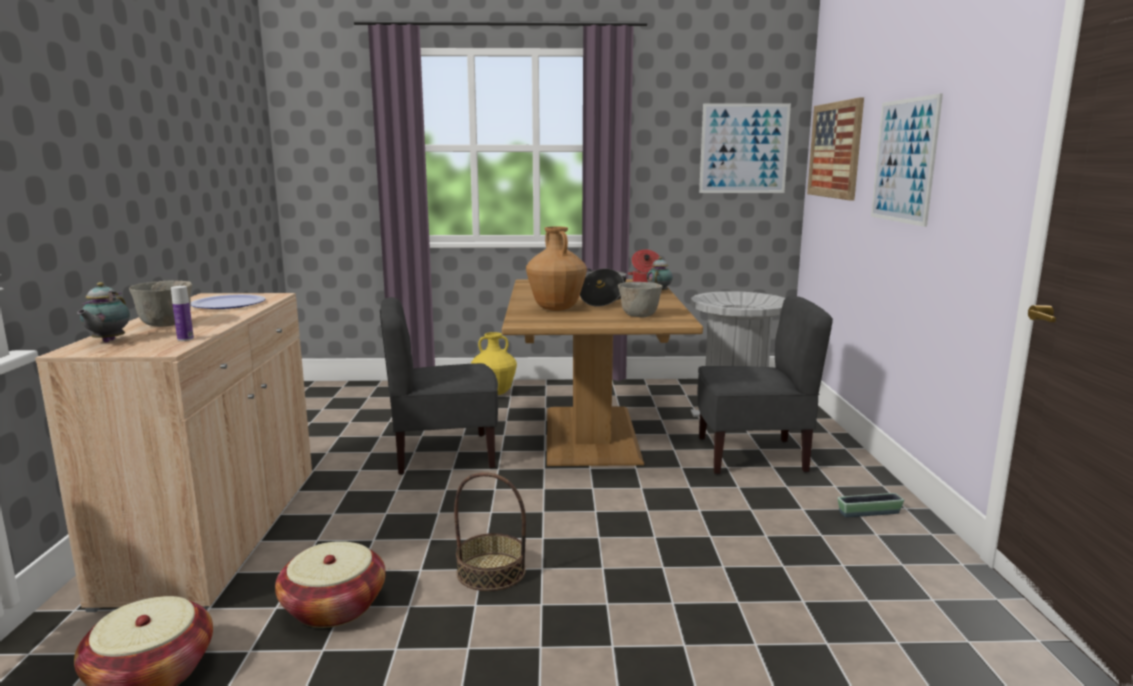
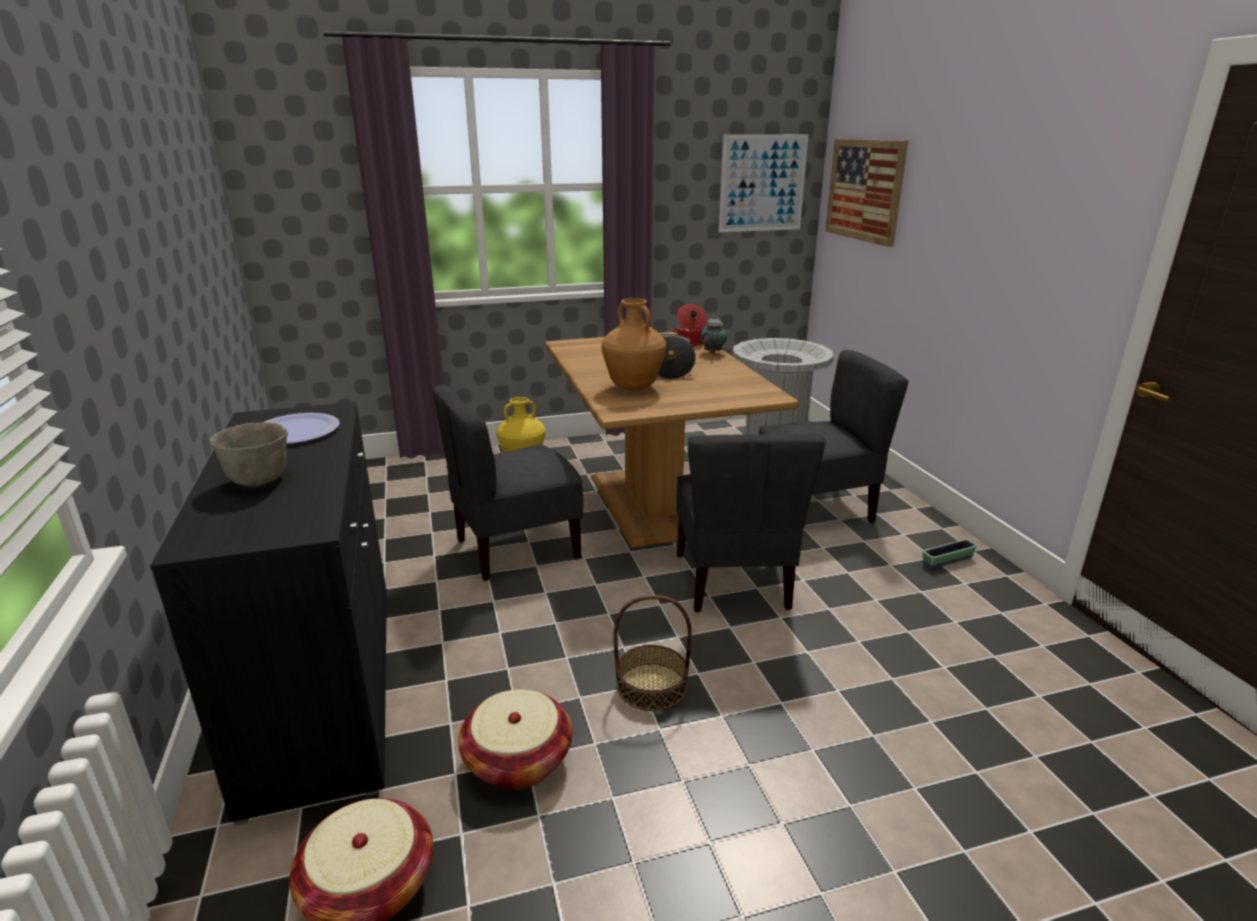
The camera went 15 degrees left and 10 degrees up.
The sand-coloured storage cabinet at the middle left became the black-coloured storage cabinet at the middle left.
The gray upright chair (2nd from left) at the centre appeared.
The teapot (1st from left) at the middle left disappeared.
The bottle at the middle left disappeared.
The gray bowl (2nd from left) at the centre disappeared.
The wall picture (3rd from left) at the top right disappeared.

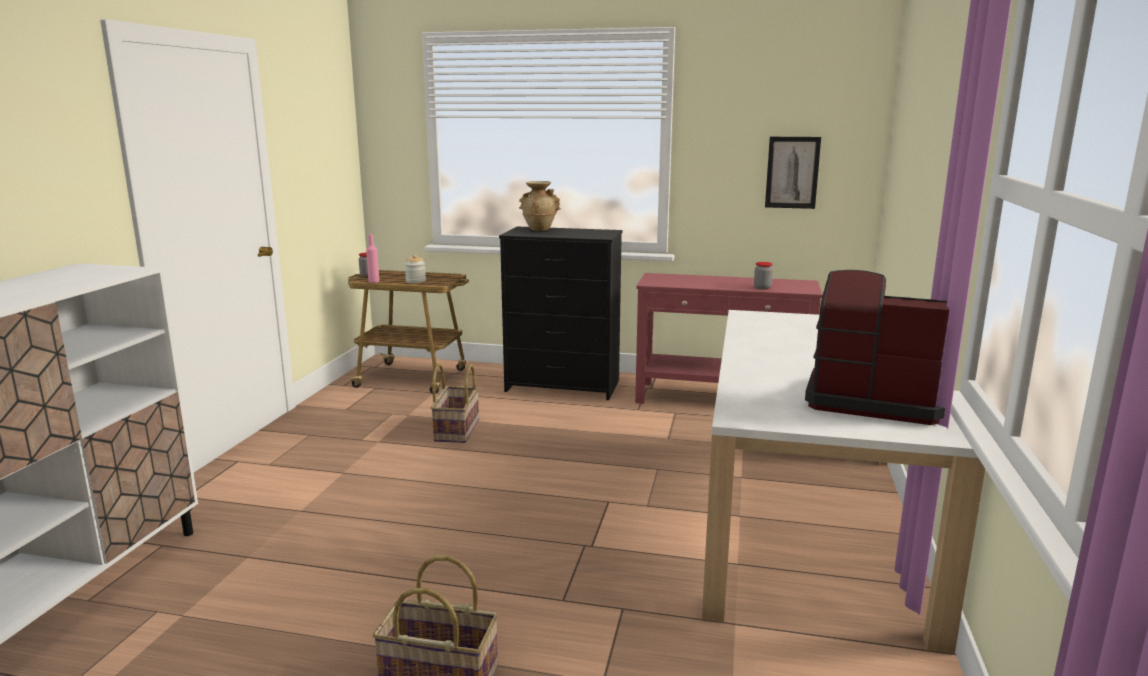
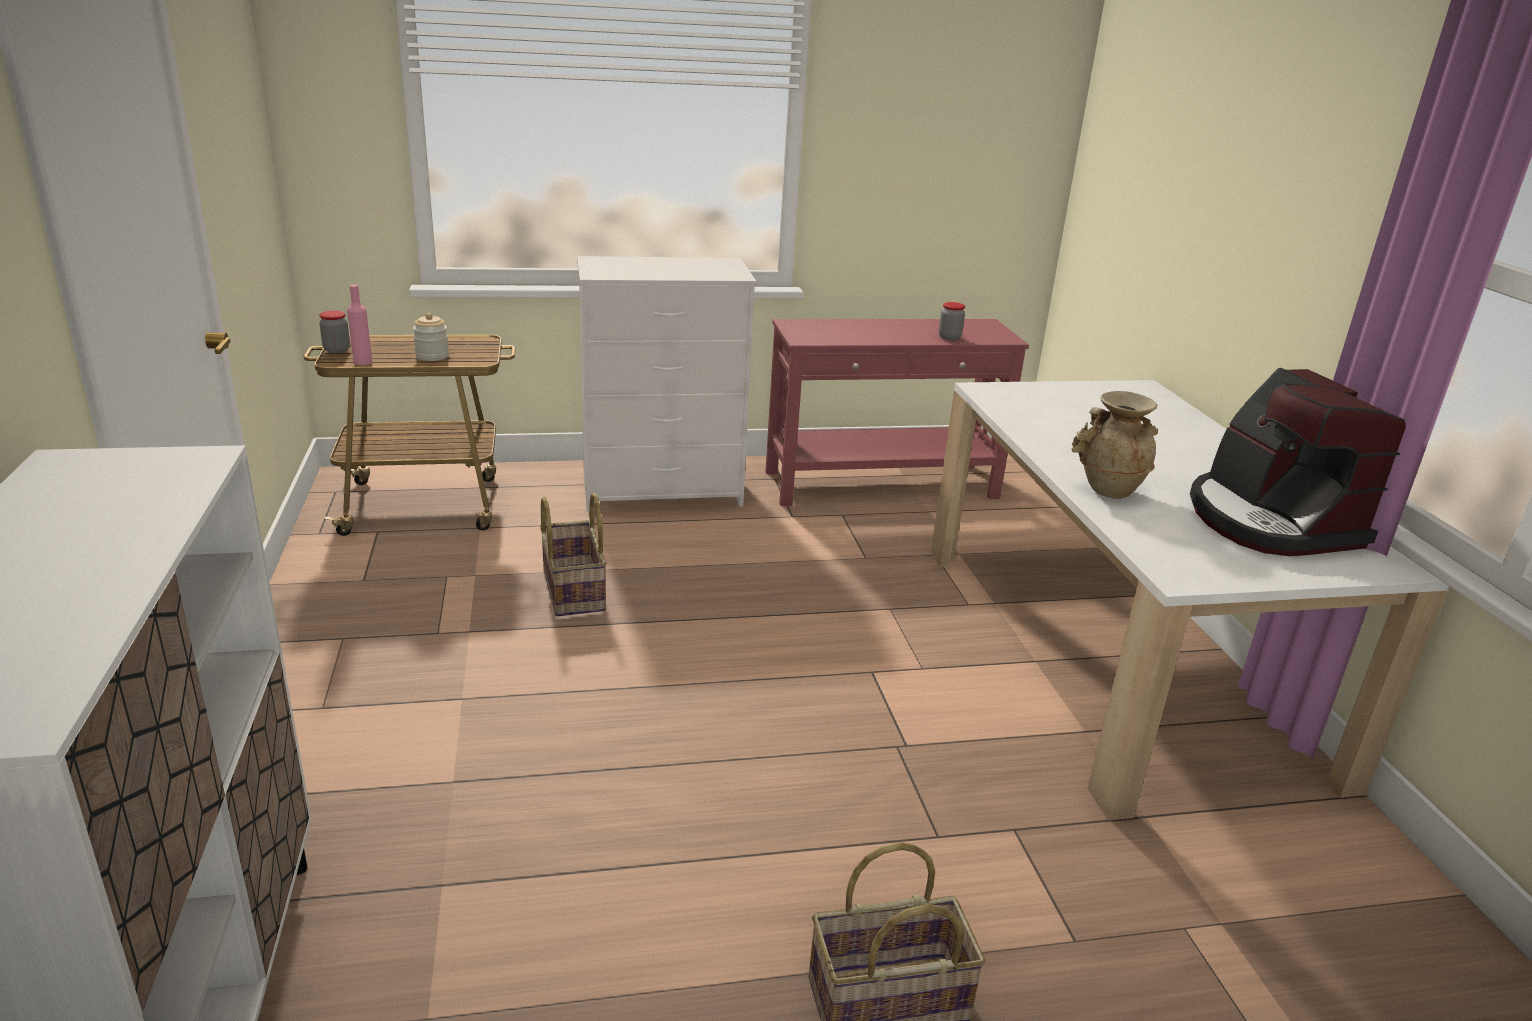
The camera went 25 degrees left and 10 degrees up.
The black-coloured chest of drawers at the centre became the whitish chest of drawers at the centre.
The sand-coloured flower vase moved from the top centre to the middle right.
The coffee maker at the middle right turned 105 degrees counterclockwise.
The wall picture at the top right disappeared.

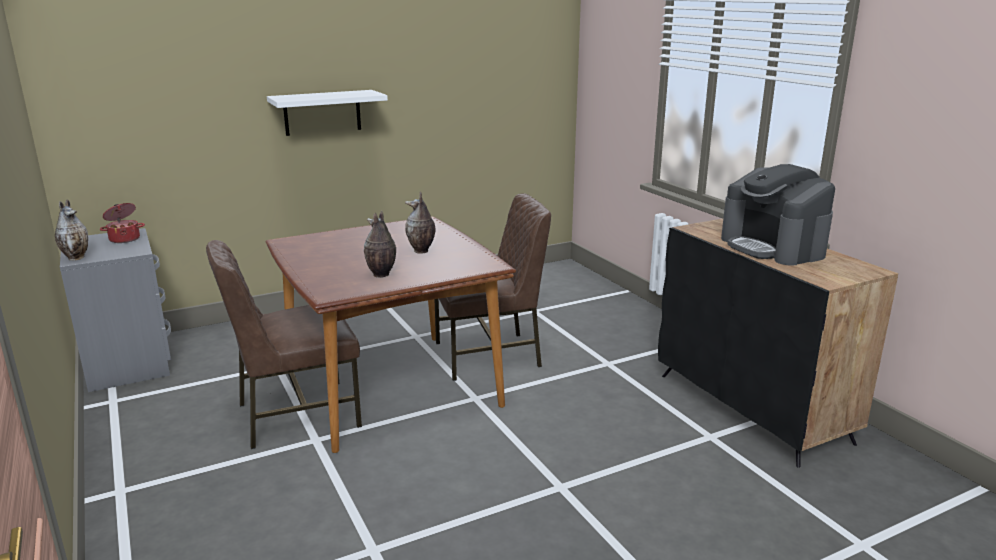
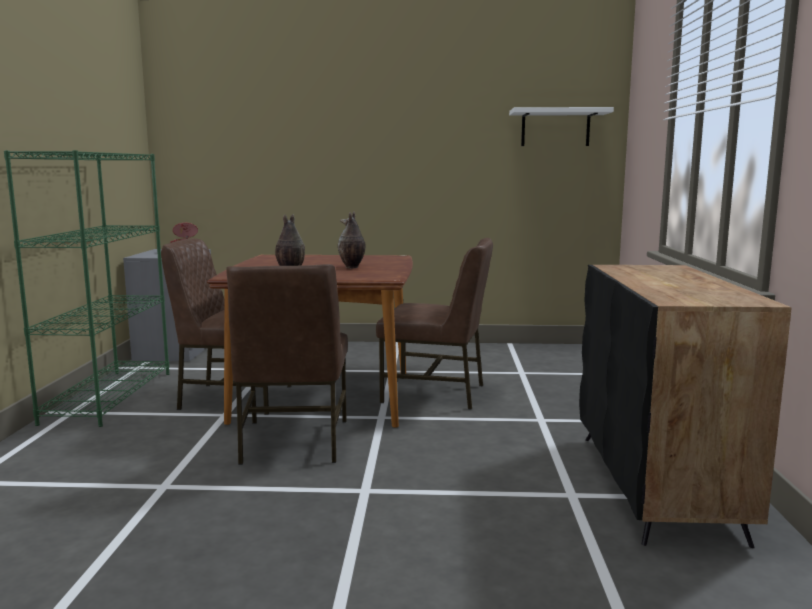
The camera went 30 degrees right and 10 degrees down.
The green bookcase at the middle left appeared.
The brown-coloured upright chair (2nd from left) at the centre appeared.
The whitish shelf moved from the top left to the top right.
The flower vase (1st from left) at the middle left disappeared.
The coffee maker at the middle right disappeared.

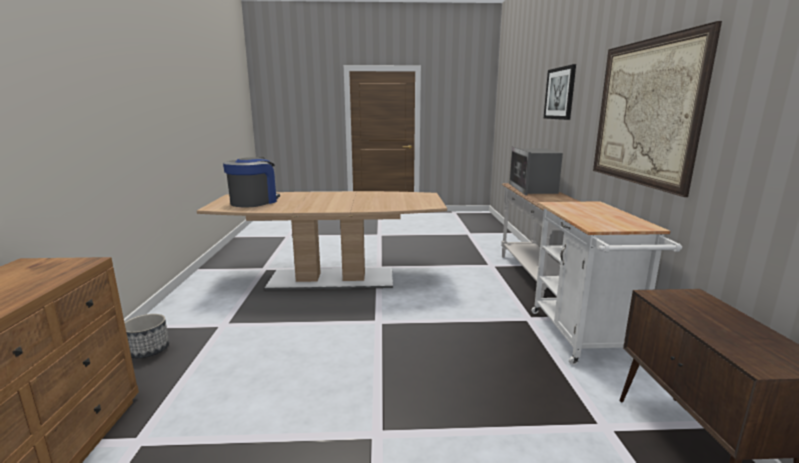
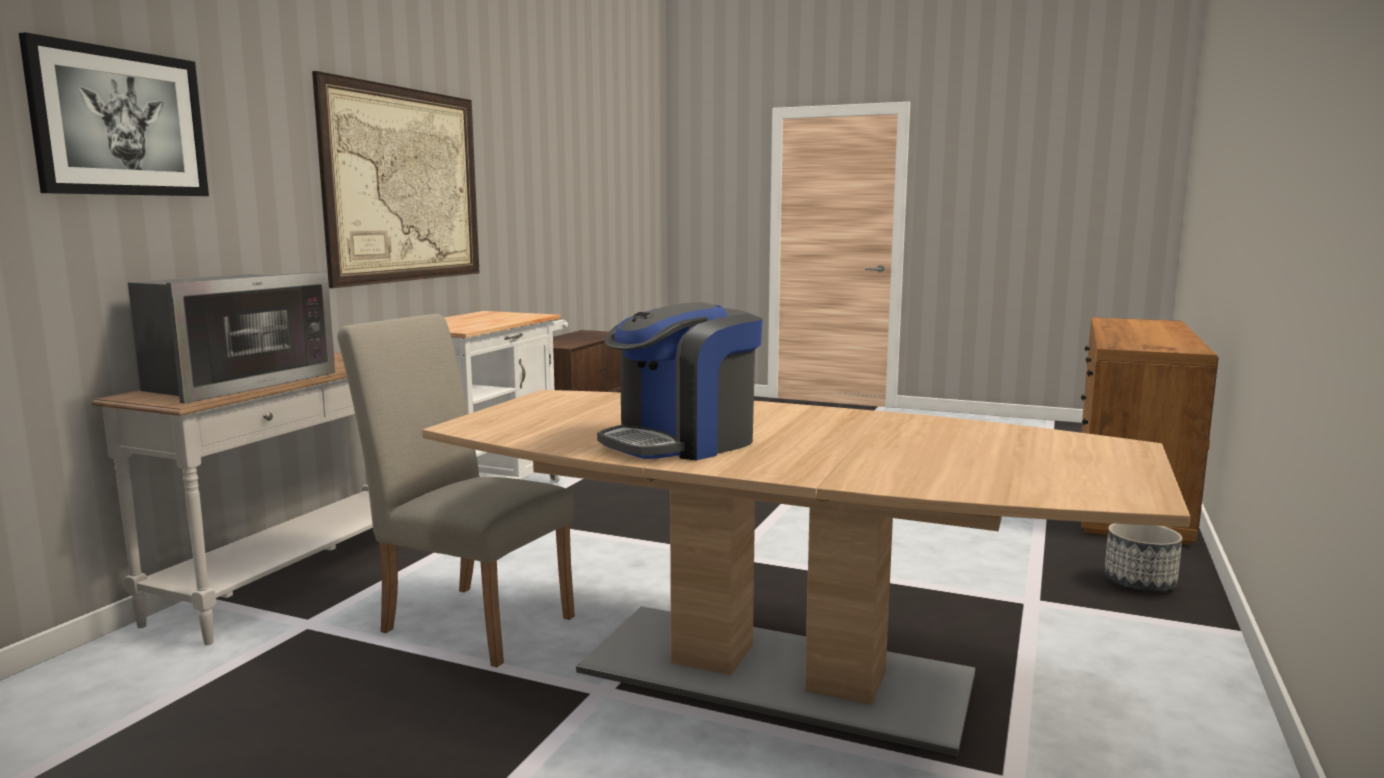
The camera went 155 degrees left and 5 degrees down.
The sand-coloured upright chair at the middle left appeared.
The coffee maker moved from the middle left to the centre.

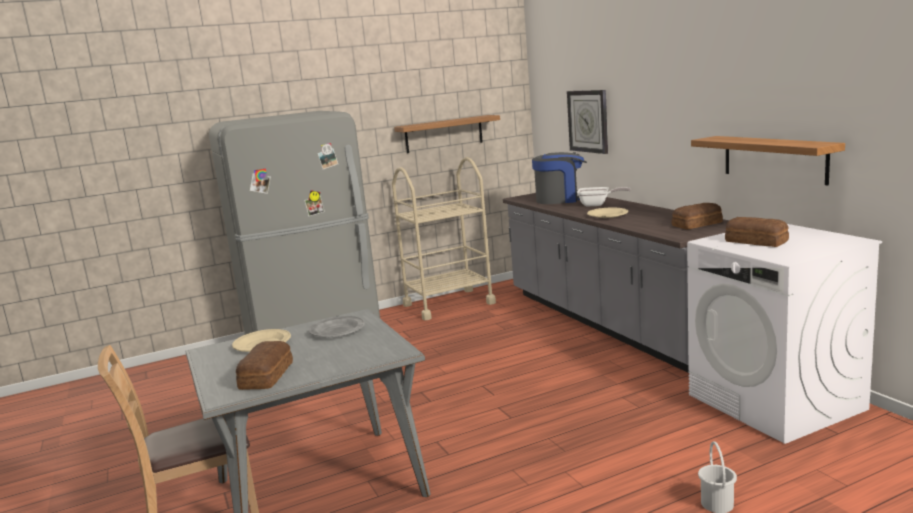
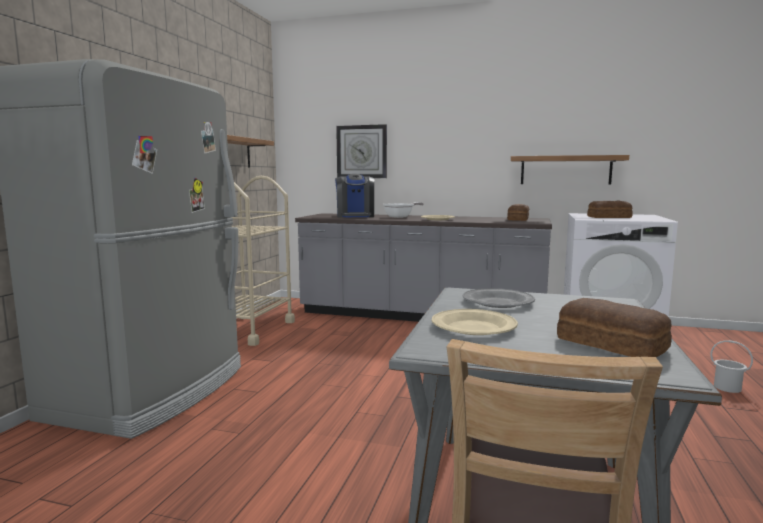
The camera went 50 degrees left and 5 degrees down.
The coffee maker at the centre turned 135 degrees clockwise.

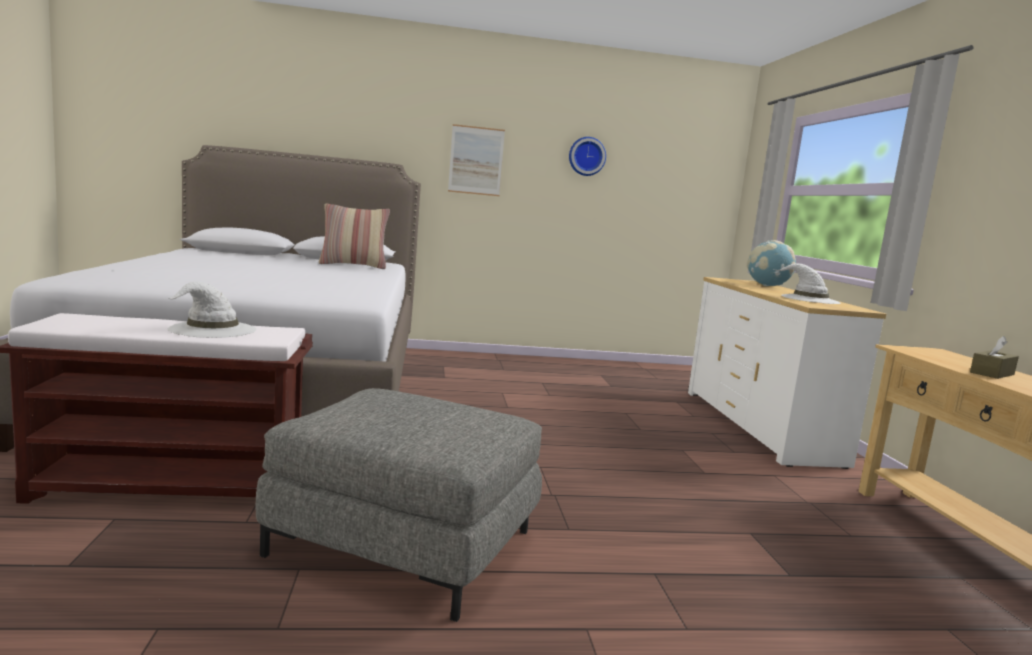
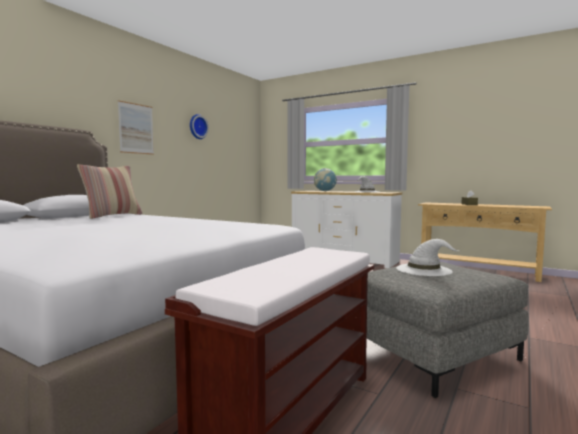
The camera went 50 degrees left and 5 degrees down.
The whitish wearable hat (1st from left in the first image) moved from the middle left to the middle right.

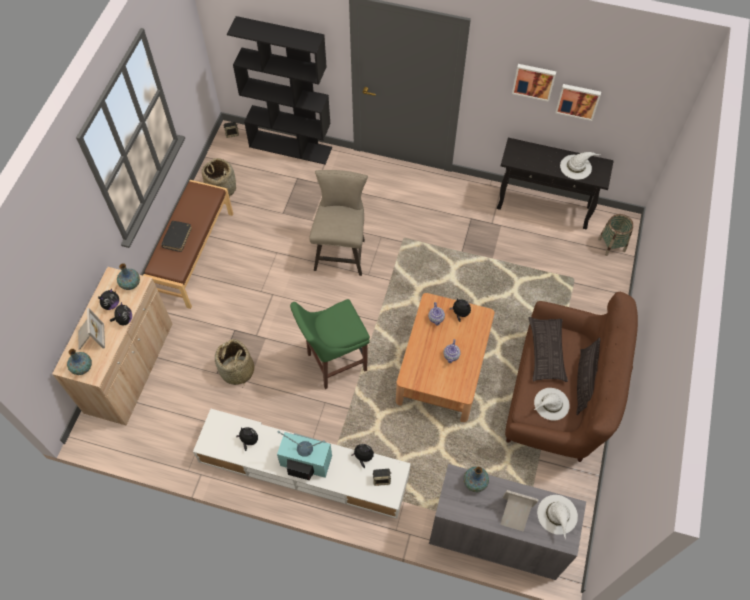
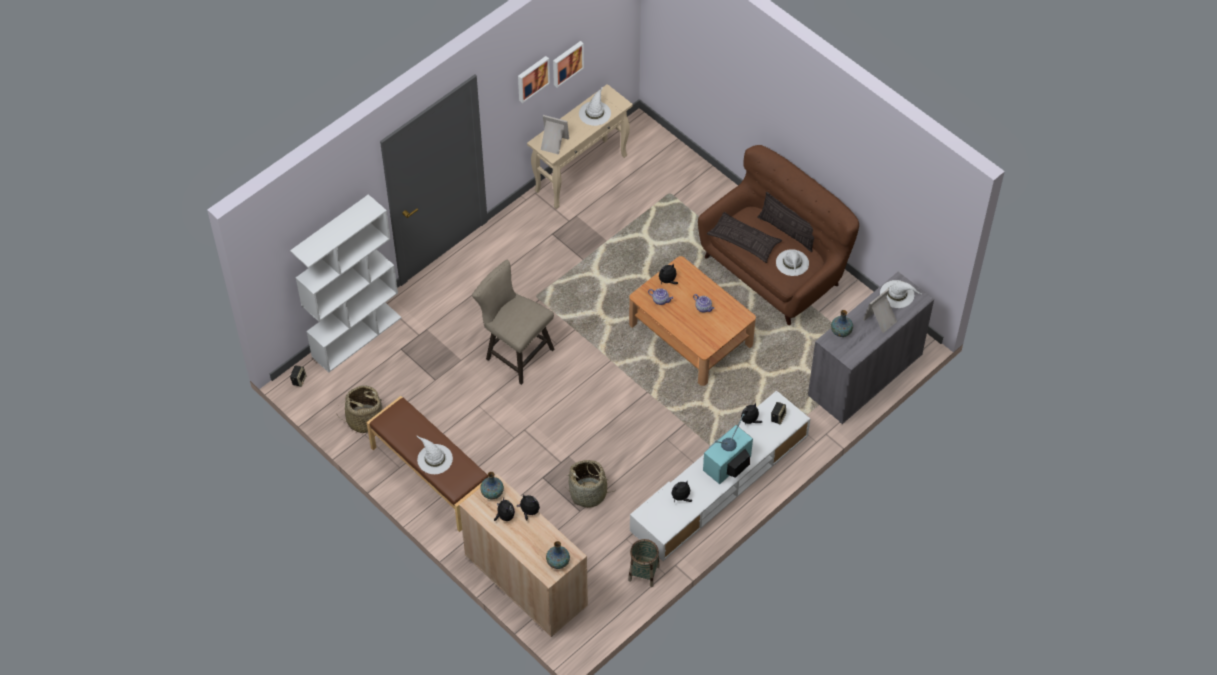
The camera went 60 degrees left and 5 degrees down.
The black-coloured bookcase at the top centre became the whitish bookcase at the middle left.
The black-coloured bound book at the middle left was replaced by the whitish wearable hat (1st from left) at the bottom centre.
The black-coloured hall table at the top right became the sand-coloured hall table at the top centre.
The photo frame (1st from left) moved from the middle left to the top centre.
The basket (3rd from left) moved from the middle right to the bottom centre.
The green sitting stool at the centre disappeared.

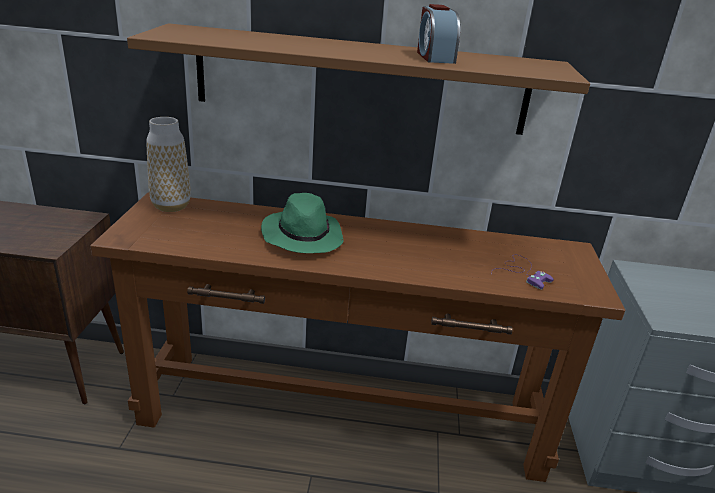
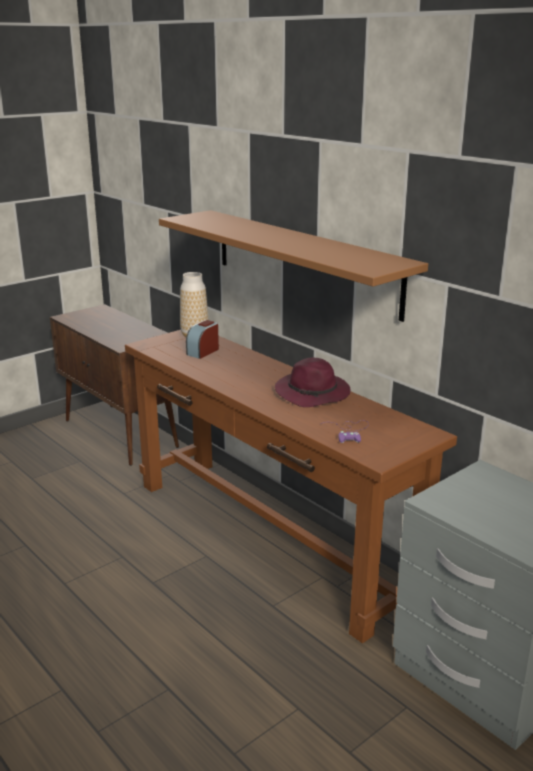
The camera went 45 degrees right and 5 degrees down.
The bedside clock moved from the top centre to the centre.
The purplish wearable hat at the centre appeared.
The green wearable hat at the centre disappeared.

